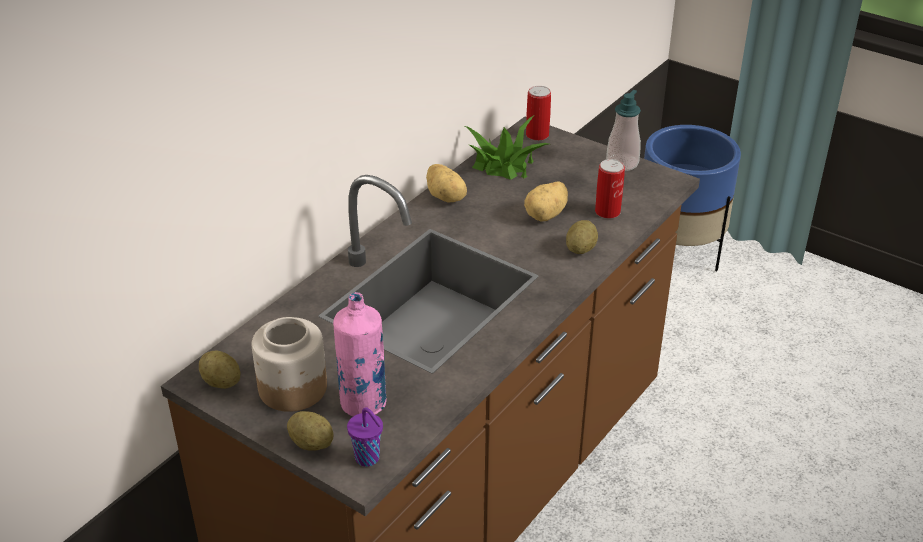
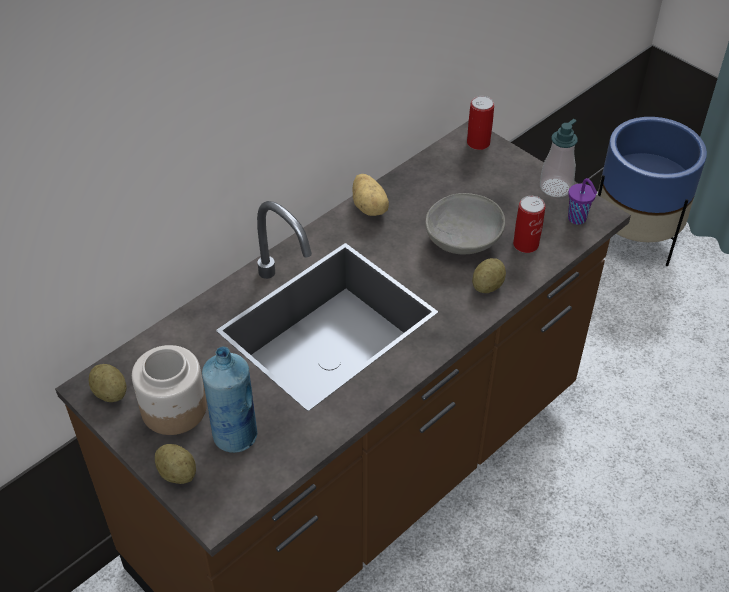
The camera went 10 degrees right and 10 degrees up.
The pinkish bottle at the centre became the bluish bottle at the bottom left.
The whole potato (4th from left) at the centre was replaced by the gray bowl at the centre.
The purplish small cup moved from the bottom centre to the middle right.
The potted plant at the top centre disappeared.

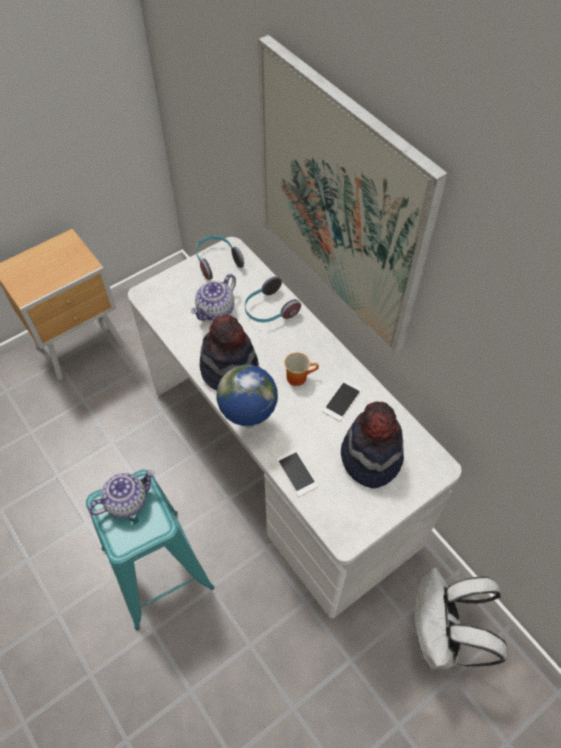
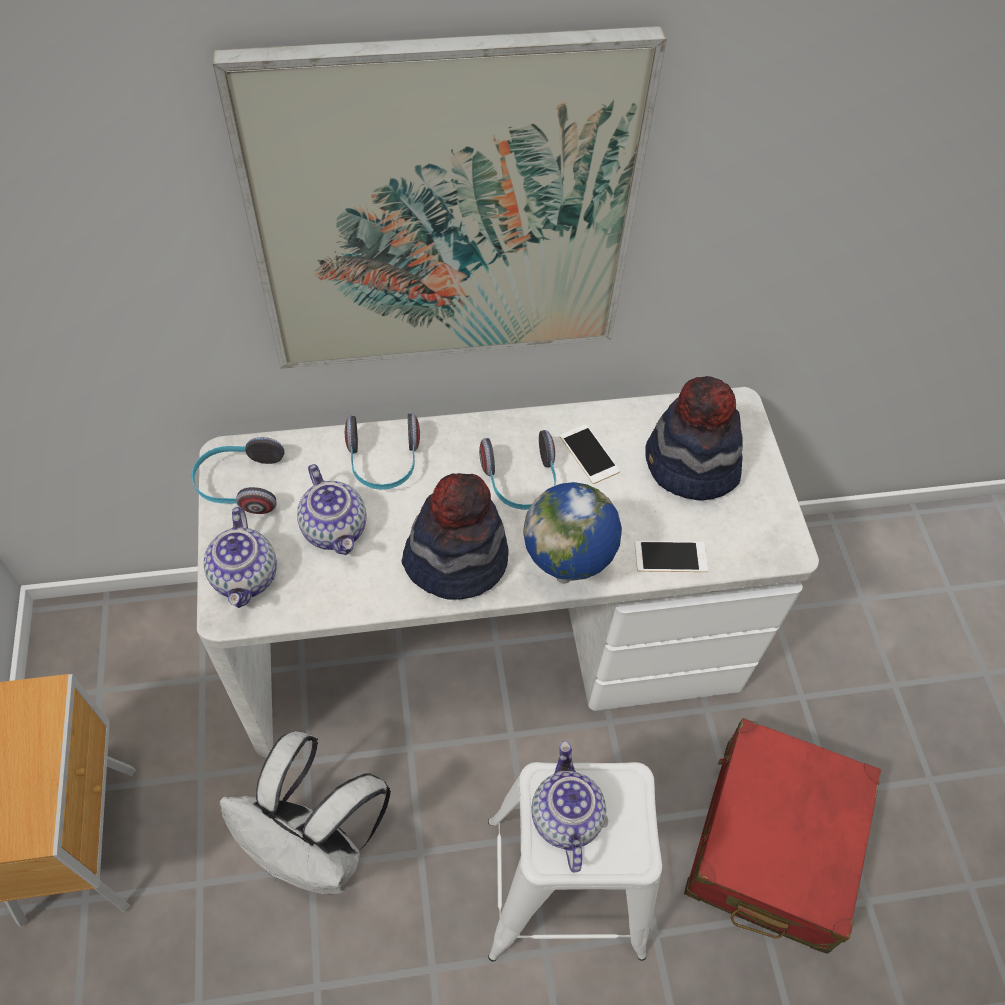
The camera went 65 degrees left and 0 degrees up.
The teapot (1st from left) at the middle left appeared.
The whitish rucksack moved from the bottom right to the bottom left.
The tea mug at the centre was replaced by the headphones (3rd from left) at the centre.
The turquoise-coloured sitting stool at the bottom left became the whitish sitting stool at the bottom centre.
The reddish travel case at the bottom right appeared.

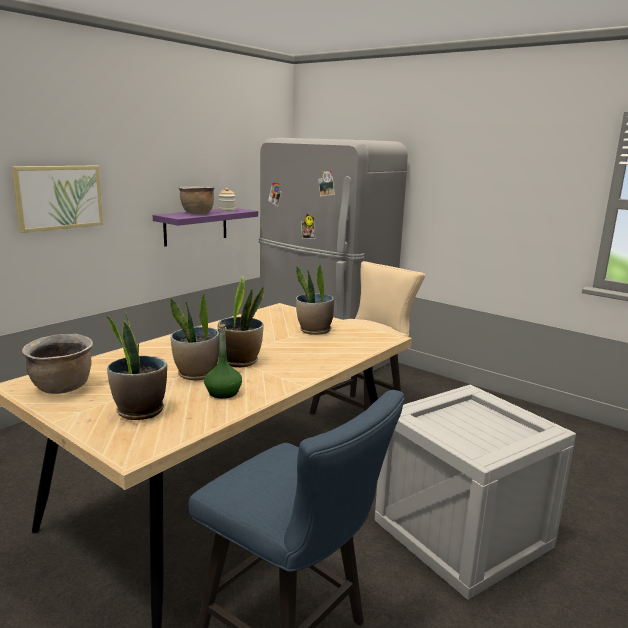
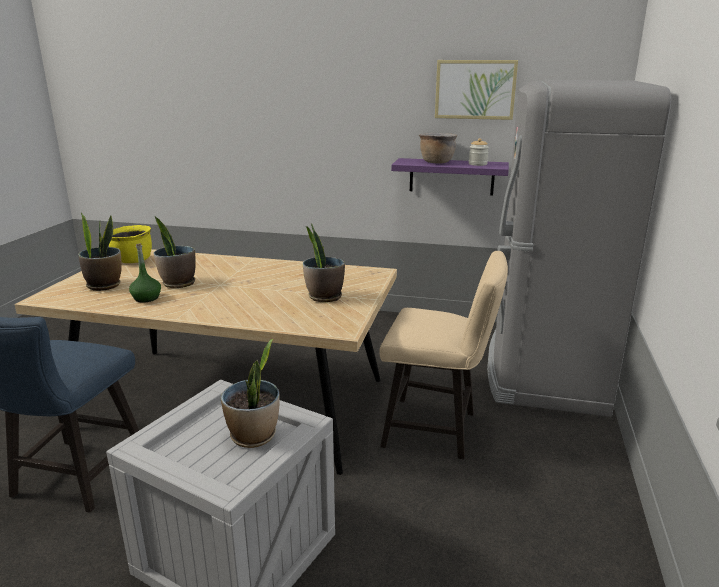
The camera went 65 degrees right and 5 degrees up.
The brown-coloured stockpot (1st from left) at the middle left became the yellow-coloured stockpot at the middle left.
The potted plant (3rd from left) moved from the centre to the bottom centre.
The wall picture moved from the top left to the top centre.

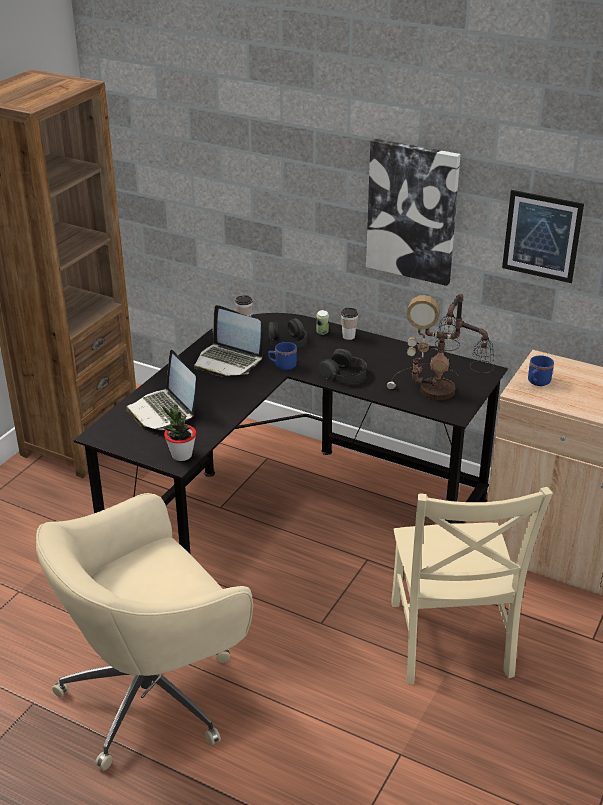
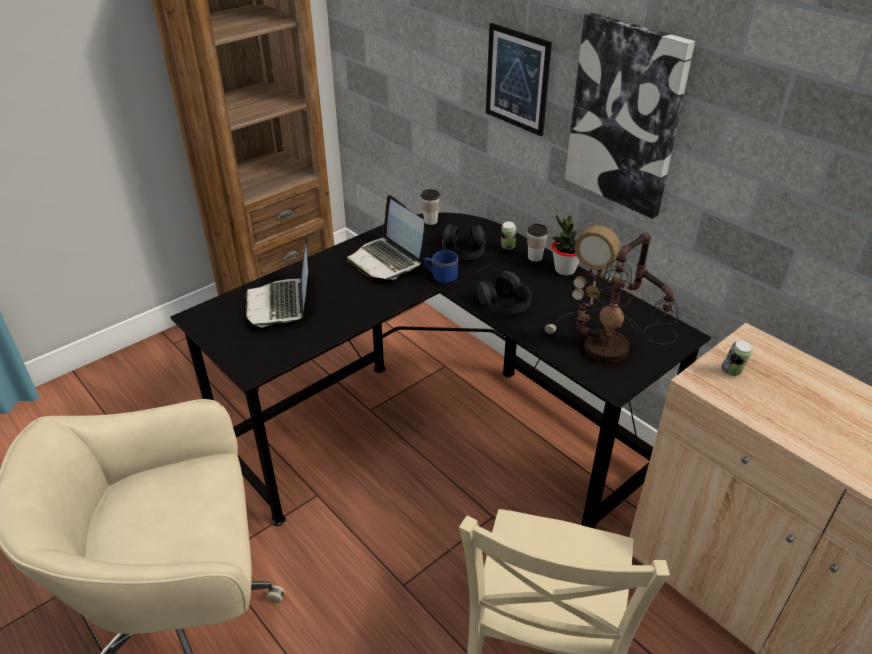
The camera went 20 degrees right and 5 degrees up.
The wall picture (2nd from left in the first image) moved from the top right to the top centre.
The potted plant moved from the middle left to the centre.
The bluish tea mug (2nd from left) at the middle right was replaced by the can (2nd from left) at the middle right.

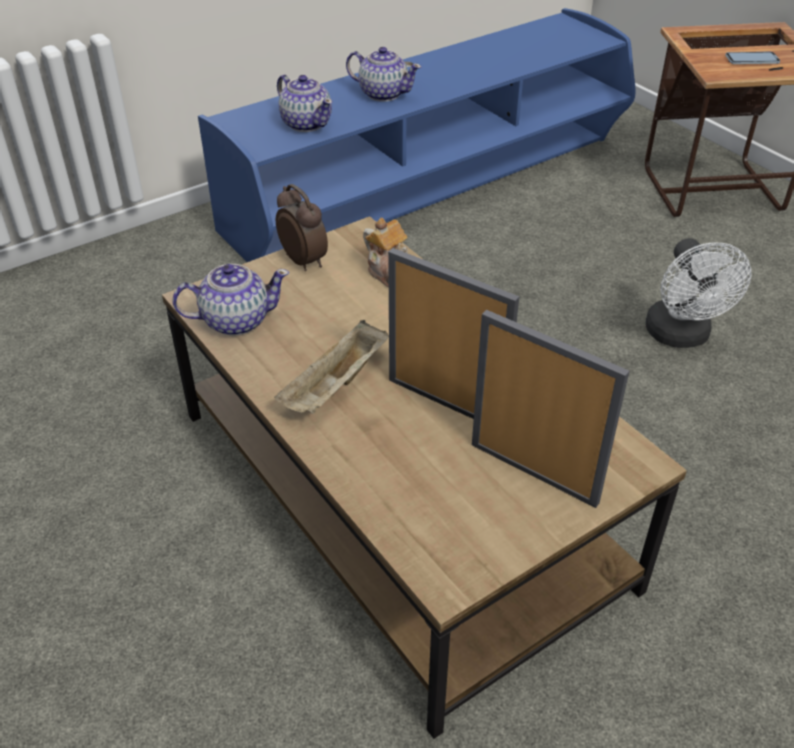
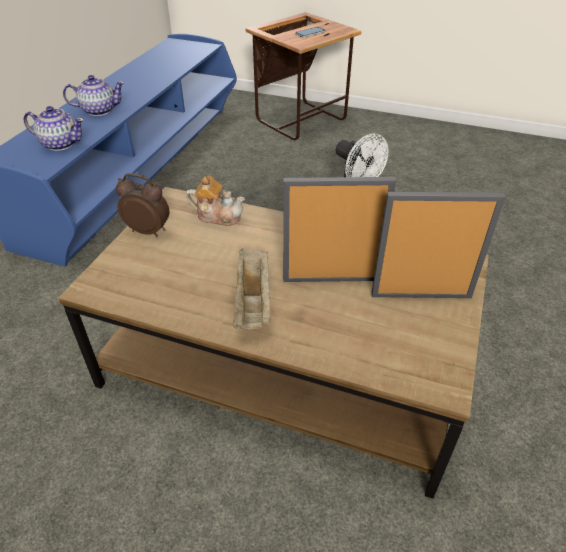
The camera went 35 degrees left and 0 degrees up.
The teapot (1st from left) at the middle left disappeared.

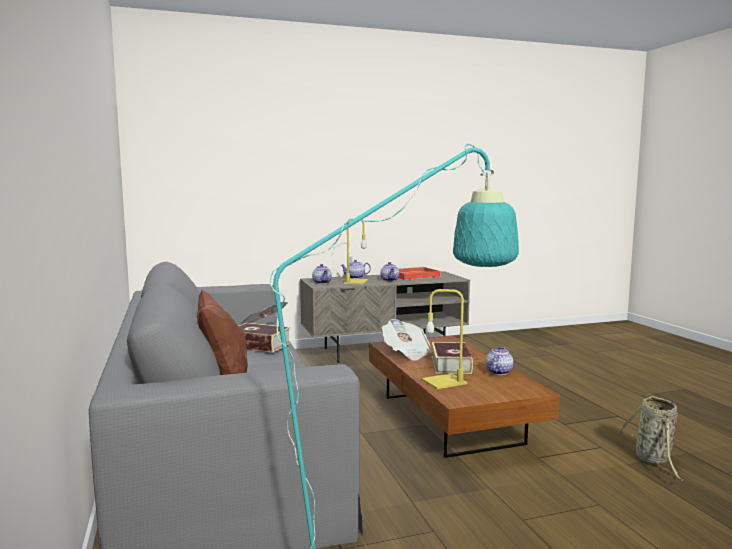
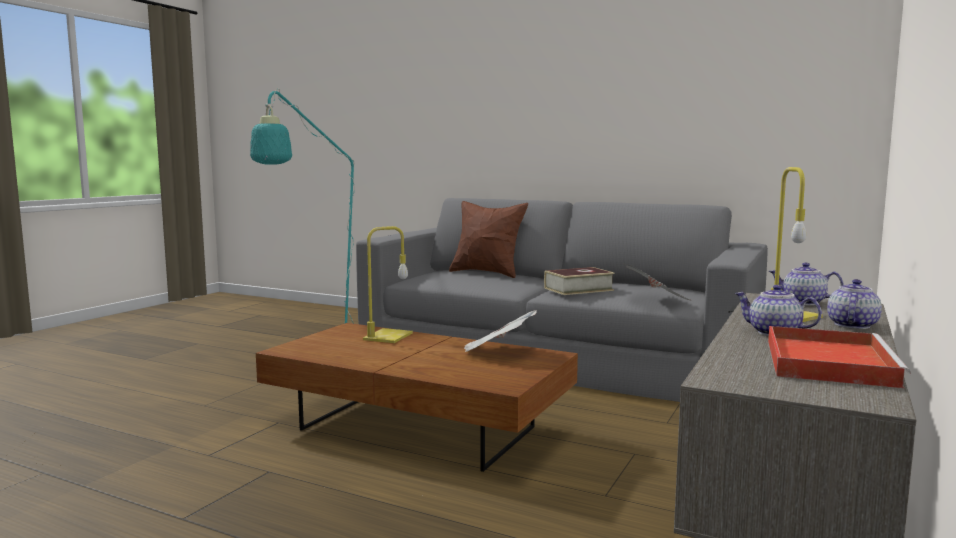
The camera went 135 degrees right and 0 degrees up.
The bound book (2nd from left) at the centre disappeared.
The teapot (4th from left) at the middle right disappeared.
The basket at the bottom right disappeared.

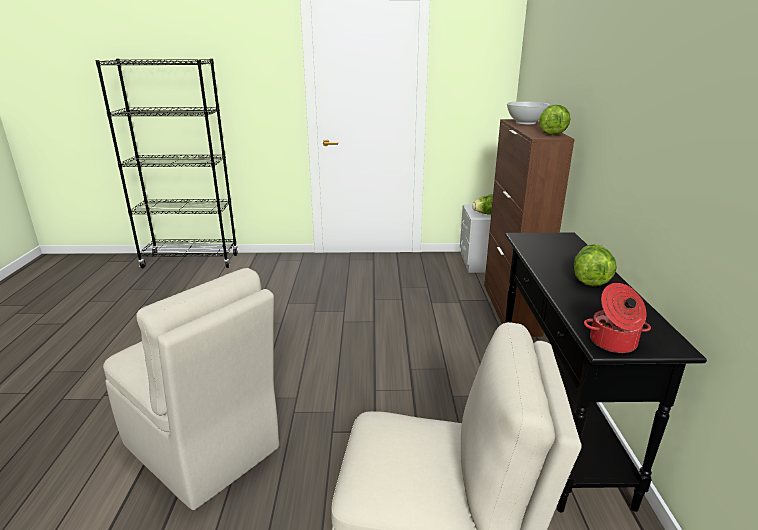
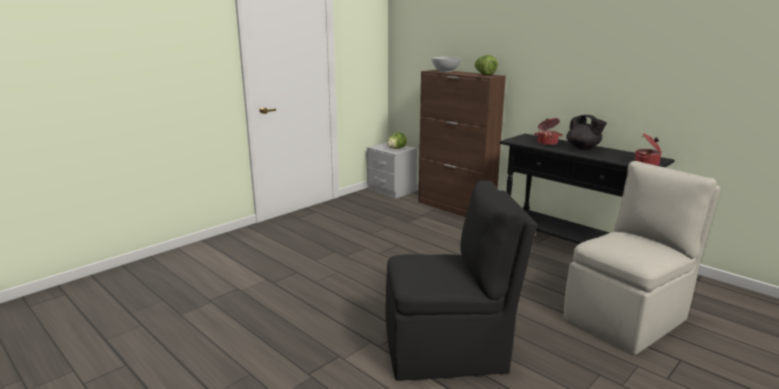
The camera went 45 degrees left and 5 degrees down.
The sand-coloured upright chair (1st from left) at the bottom left became the black-coloured upright chair at the bottom centre.
The stockpot (1st from left) at the middle right appeared.
The lettuce (3rd from left) at the middle right was replaced by the black-coloured teapot at the middle right.
The black-coloured bookcase at the top left disappeared.

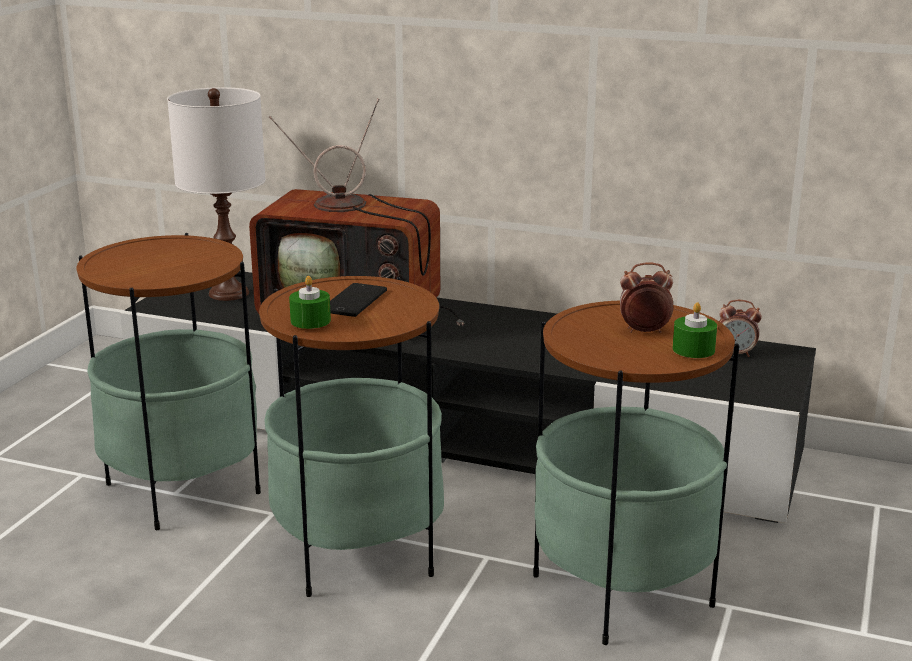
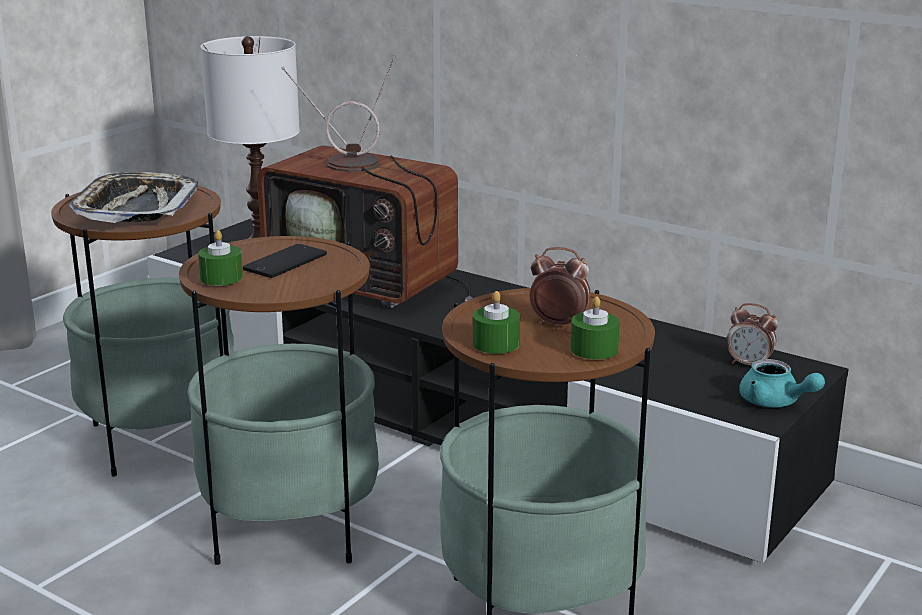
The camera went 15 degrees right and 0 degrees up.
The tray at the top left appeared.
The green candle (2nd from left) at the centre appeared.
The turquoise-coloured teapot at the middle right appeared.

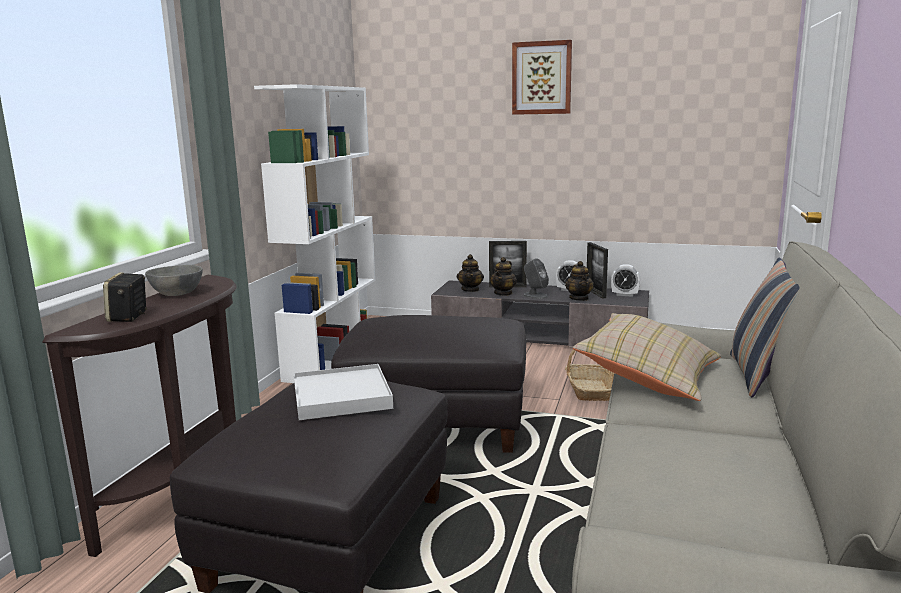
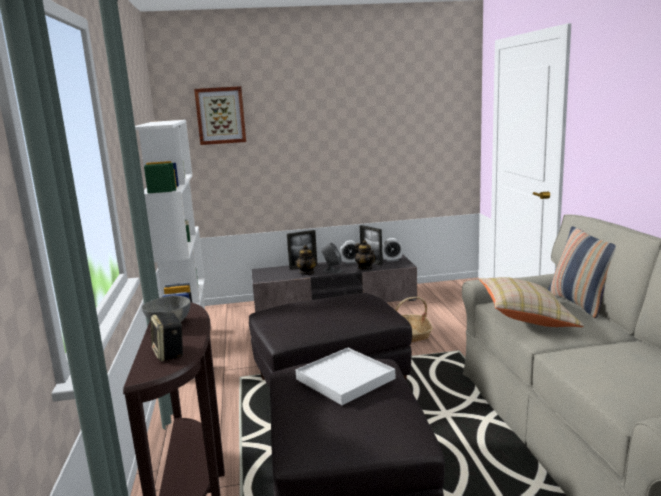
The camera went 25 degrees left and 0 degrees up.
The wall picture moved from the top centre to the top left.
The teapot (1st from left) at the centre disappeared.

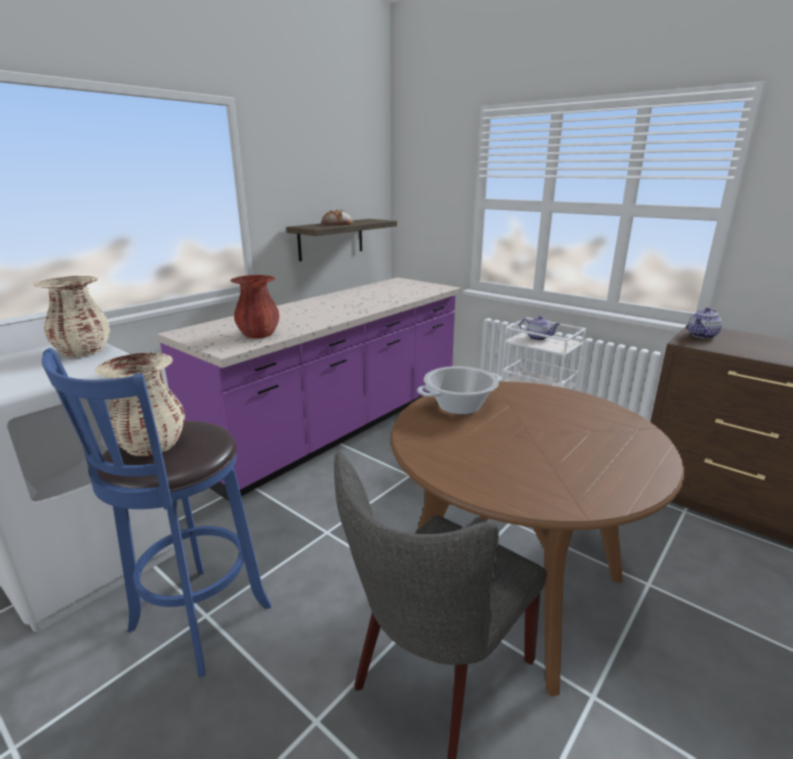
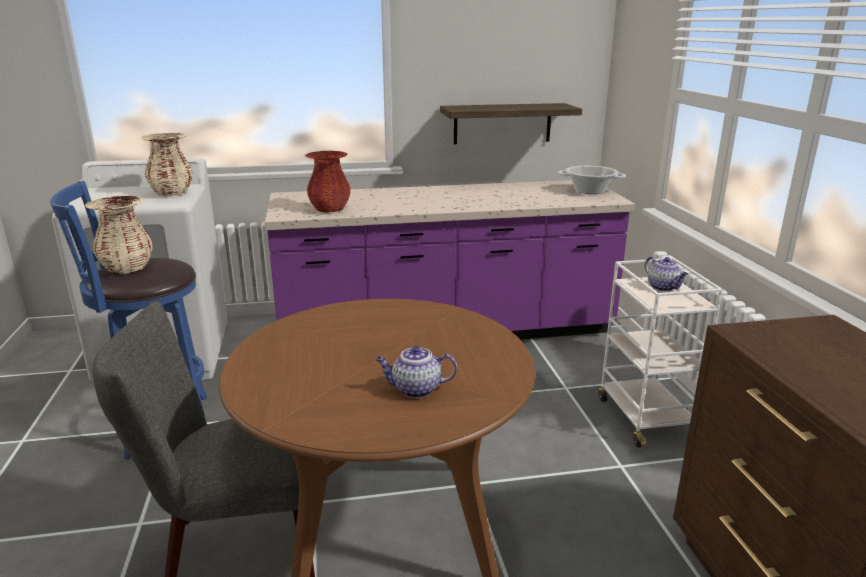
The camera went 40 degrees right and 0 degrees up.
The teapot (2nd from left in the first image) moved from the middle right to the centre.
The stockpot moved from the centre to the top right.
The baked bread at the top centre disappeared.

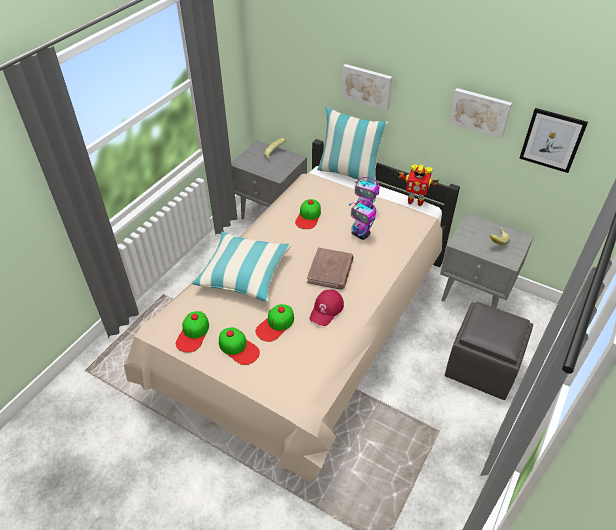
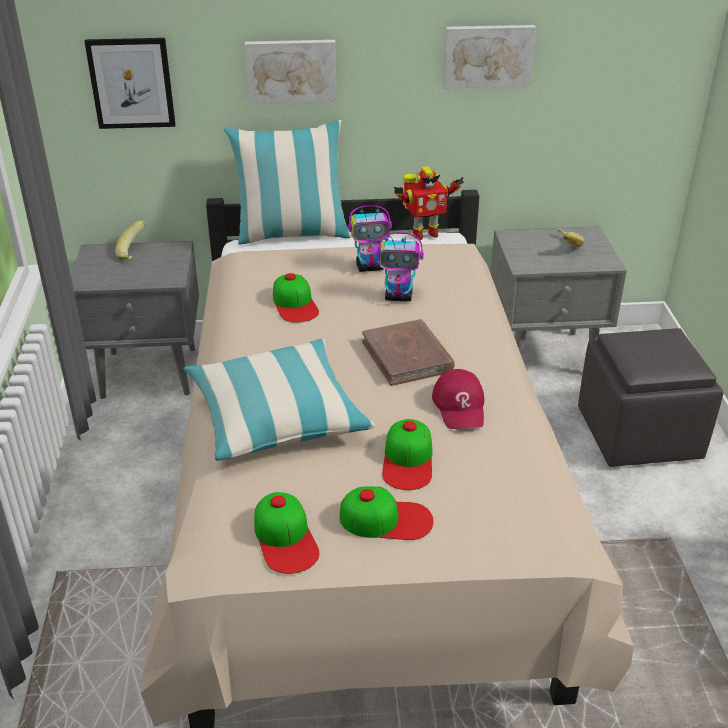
The camera went 35 degrees left and 10 degrees down.
The wall picture (3rd from left in the first image) moved from the top right to the top left.

